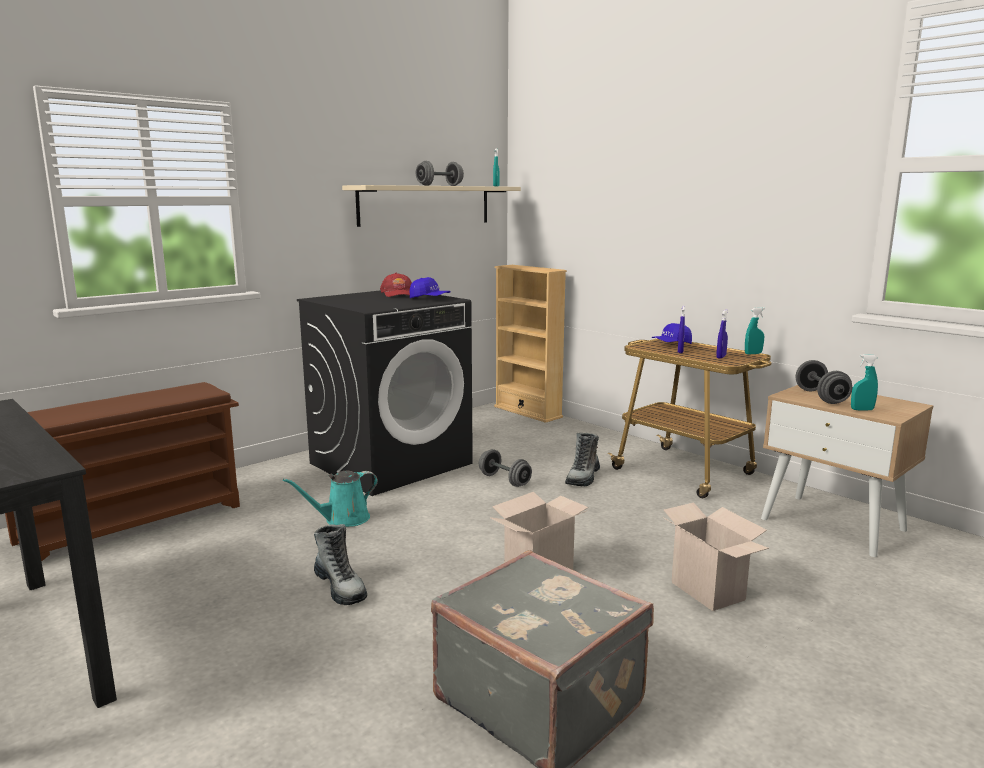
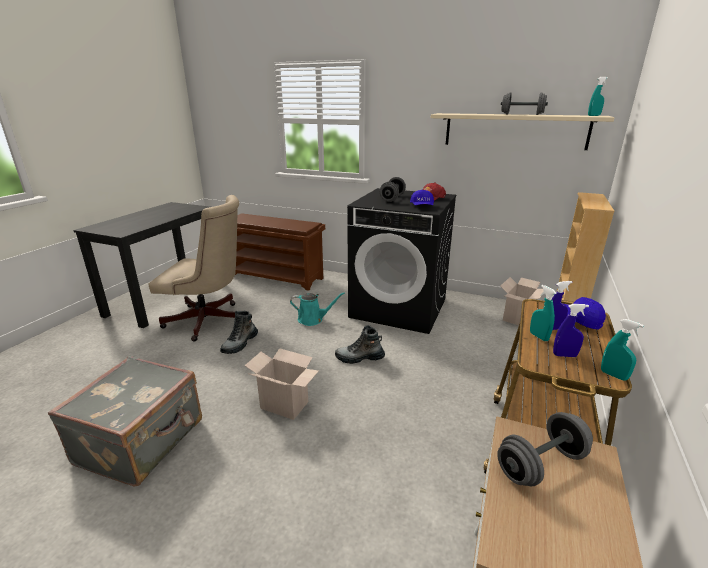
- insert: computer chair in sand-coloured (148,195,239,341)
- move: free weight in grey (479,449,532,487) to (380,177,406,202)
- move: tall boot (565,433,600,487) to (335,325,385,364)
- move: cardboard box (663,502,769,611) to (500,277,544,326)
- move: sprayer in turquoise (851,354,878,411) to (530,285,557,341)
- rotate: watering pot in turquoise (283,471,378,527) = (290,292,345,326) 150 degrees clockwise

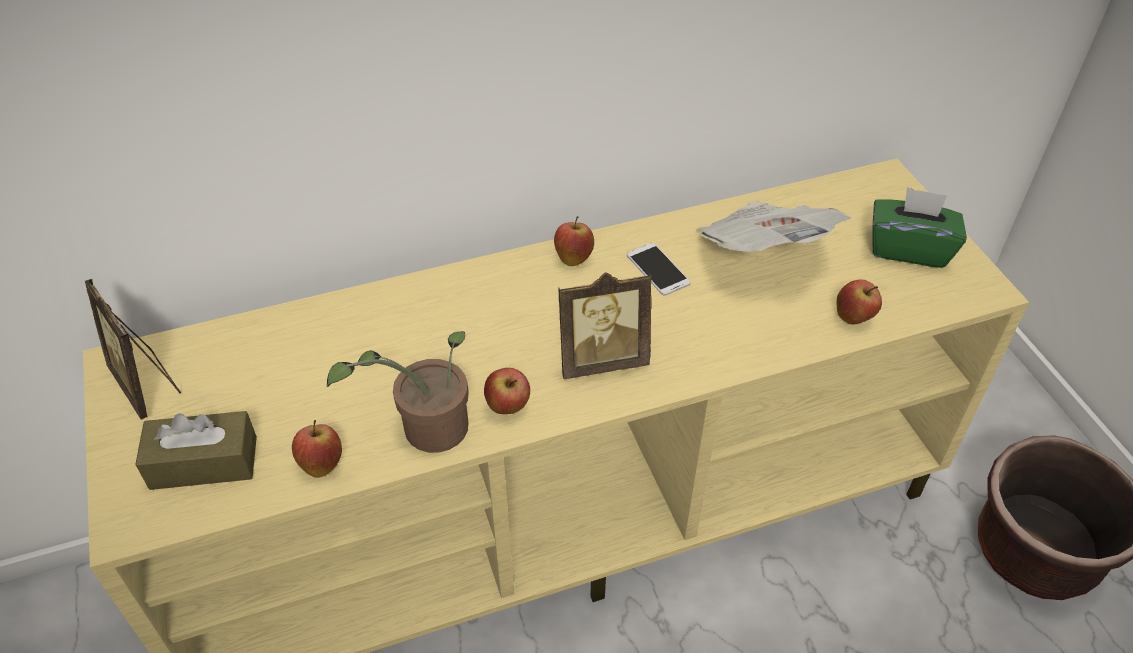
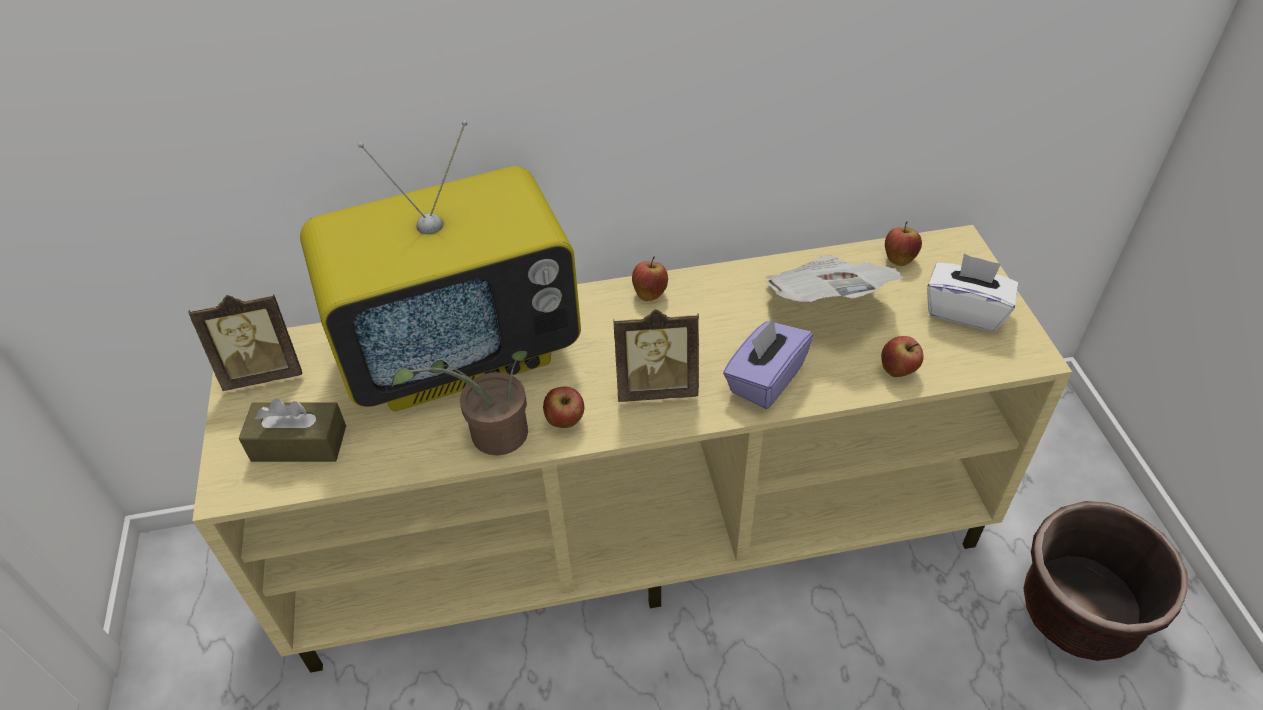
- delete: phone (627,243,690,296)
- insert: TV (300,120,581,411)
- insert: box of tissues in purple (723,318,813,409)
- move: whole apple (292,420,342,478) to (885,221,922,266)
- recolor: box of tissues in green-coloured (872,187,967,268) to box of tissues in white (927,253,1018,332)
- rotate: standing frame (85,279,181,420) = (188,294,302,391) 75 degrees counterclockwise

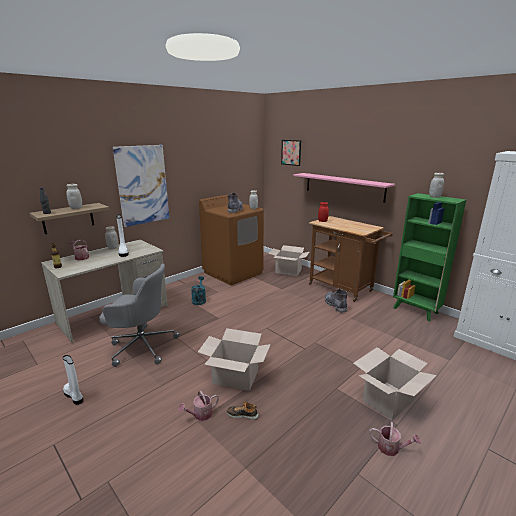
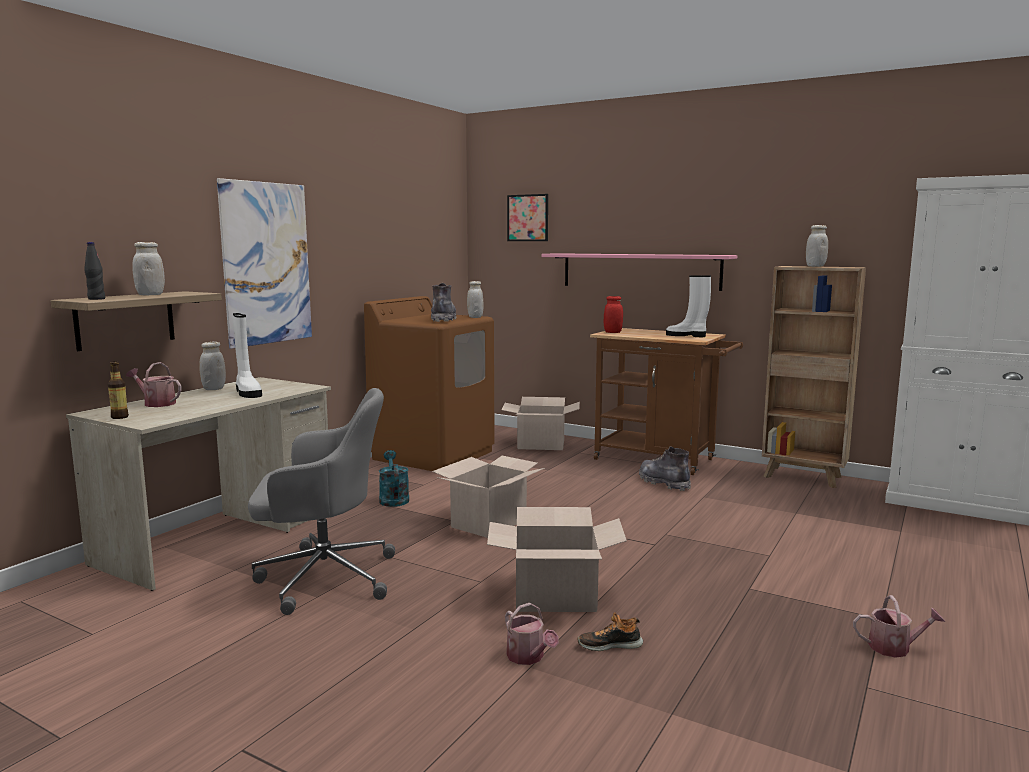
- move: tall boot in white (63,355,83,405) to (666,275,711,337)
- move: cardboard box (353,347,437,420) to (432,456,545,538)
- recolor: bookcase in green-coloured (393,193,466,321) to bookcase in brown (762,266,866,488)
- rotate: watering pot (178,391,219,421) = (505,603,559,665) 75 degrees counterclockwise

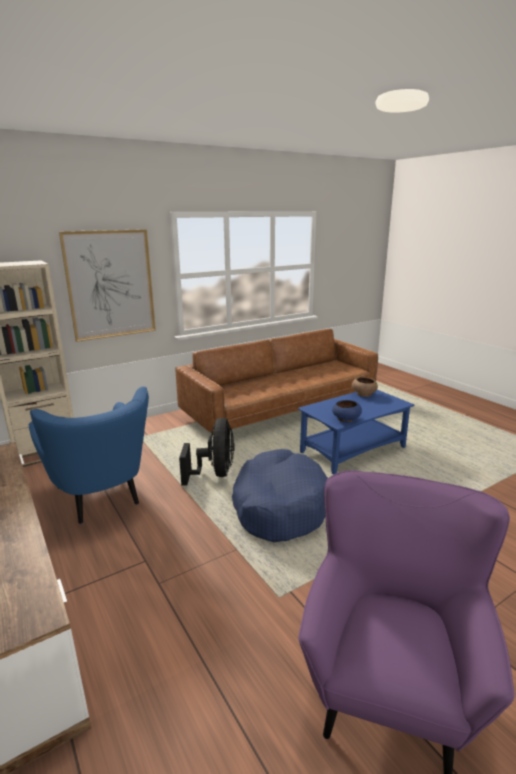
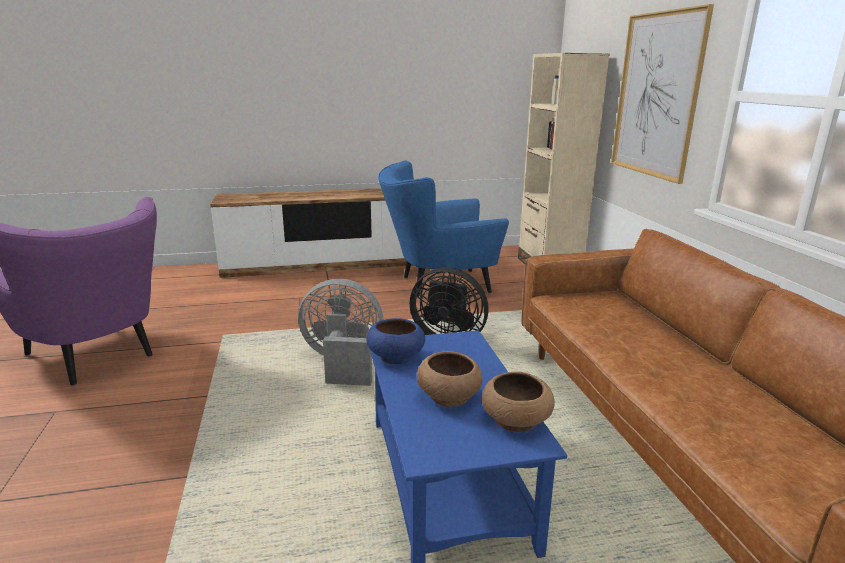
- insert: bowl in brown (417,351,483,407)
- replace: dog bed in blue (232,449,328,542) to cooling fan in grey (298,279,384,386)

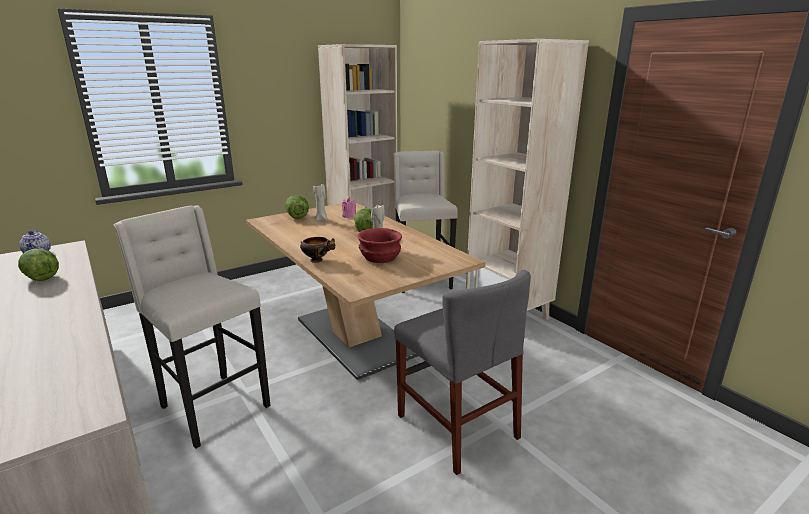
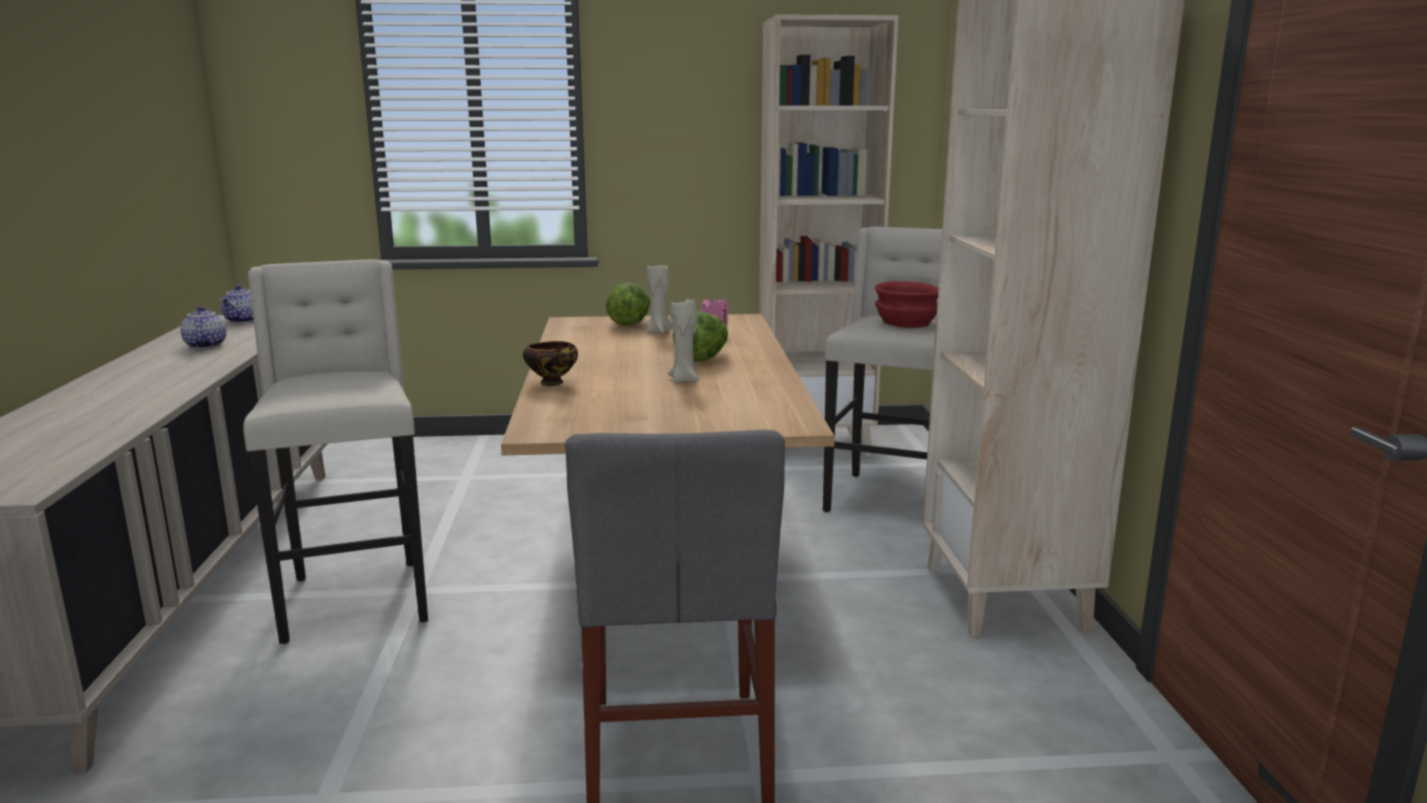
- move: bowl in red-coloured (357,228,402,263) to (875,281,938,328)
- replace: lettuce head (18,249,59,281) to teapot (180,306,226,349)

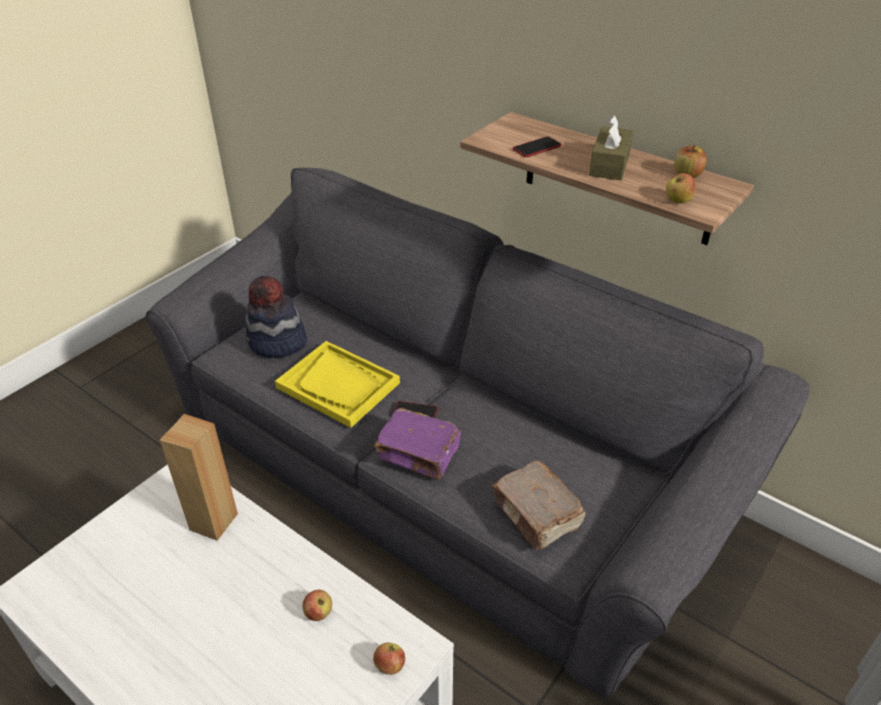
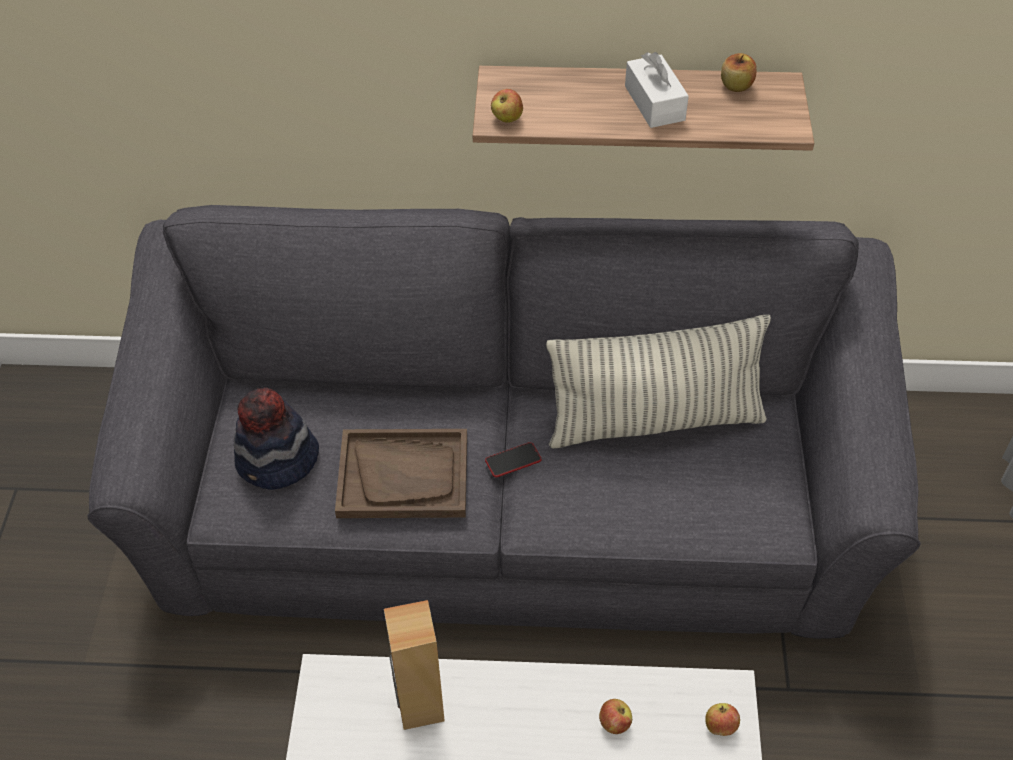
- delete: volume in purple (374,408,461,480)
- delete: volume in brown (492,461,585,550)
- delete: phone (513,136,562,157)
- insert: throw pillow (546,314,771,449)
- move: whole apple (666,173,696,203) to (491,89,523,123)
- recolor: serving tray in yellow-coloured (275,341,400,428) to serving tray in brown (335,429,467,518)
- recolor: box of tissues in brown (589,115,633,180) to box of tissues in white (625,52,689,128)

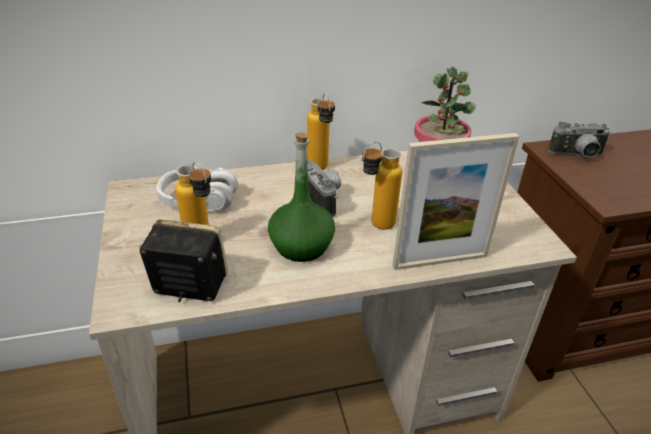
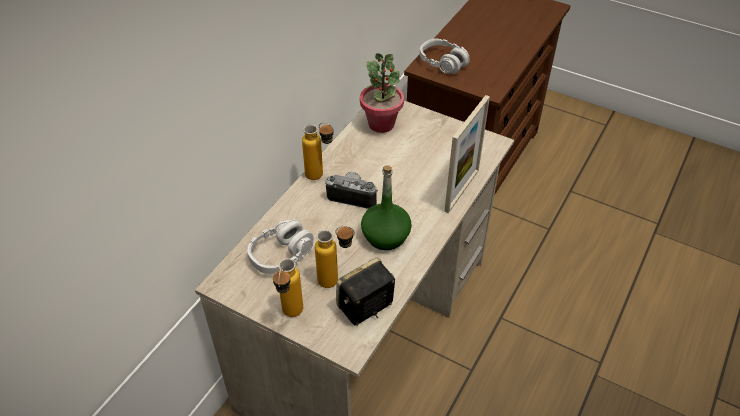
- move: drink bottle (362,142,402,230) to (273,258,303,317)
- replace: photo camera (548,122,610,157) to pair of headphones in grey (420,39,470,74)

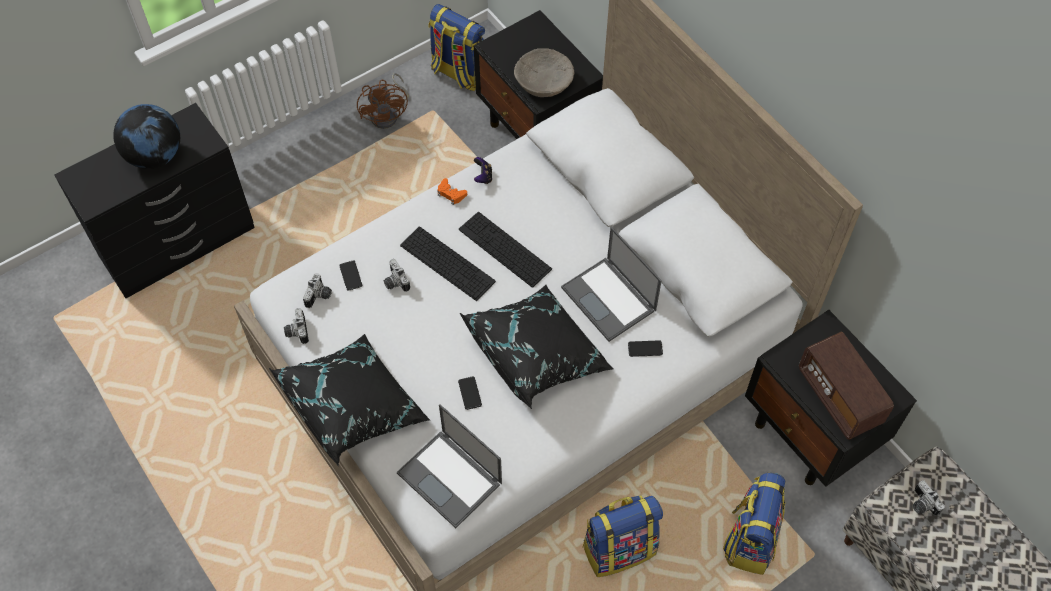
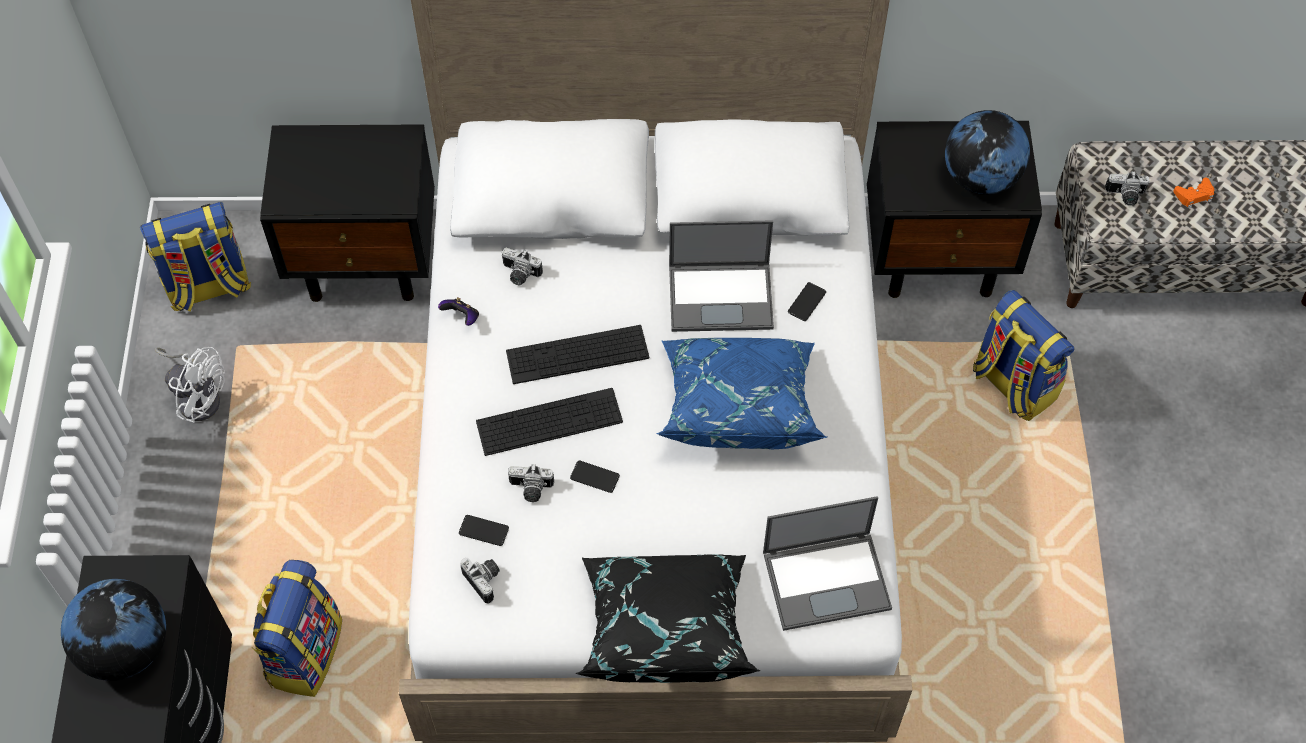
- delete: bowl in sand-coloured (514,48,574,97)
- move: photo camera (284,308,309,344) to (502,248,543,285)
- move: game controller in orange (438,178,467,205) to (1173,178,1214,208)
- move: phone (458,376,482,410) to (570,461,620,493)
- move: backpack (582,496,663,577) to (252,560,342,697)
- replace: radio receiver (799,332,894,440) to globe (945,110,1030,195)
- recolor: cooling fan in brown (357,73,409,129) to cooling fan in white (155,347,225,423)
- recolor: throw pillow in black (460,285,613,409) to throw pillow in blue (656,338,827,449)

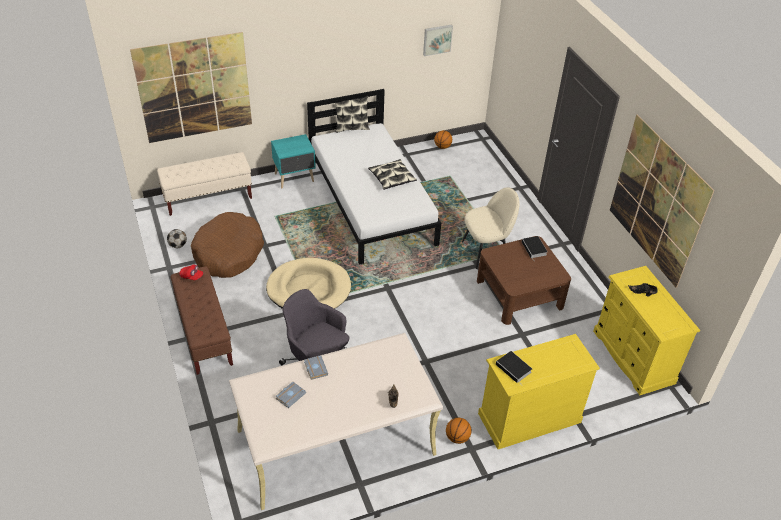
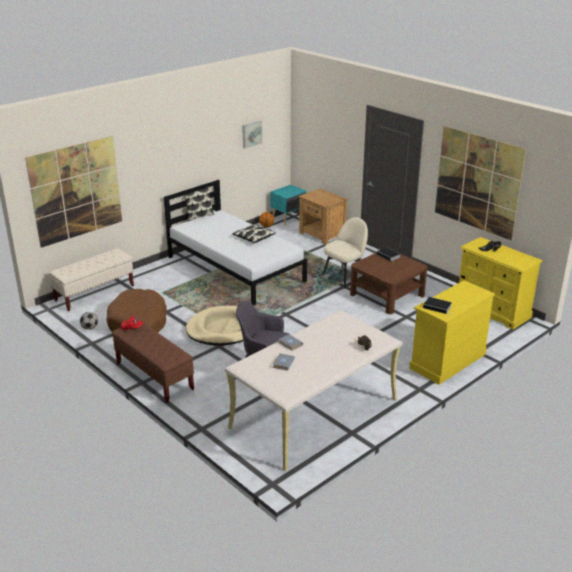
- delete: basketball ball (446,418,472,444)
- insert: night table in brown (298,189,348,245)
- move: night table in turquoise (271,134,316,188) to (270,185,306,226)

